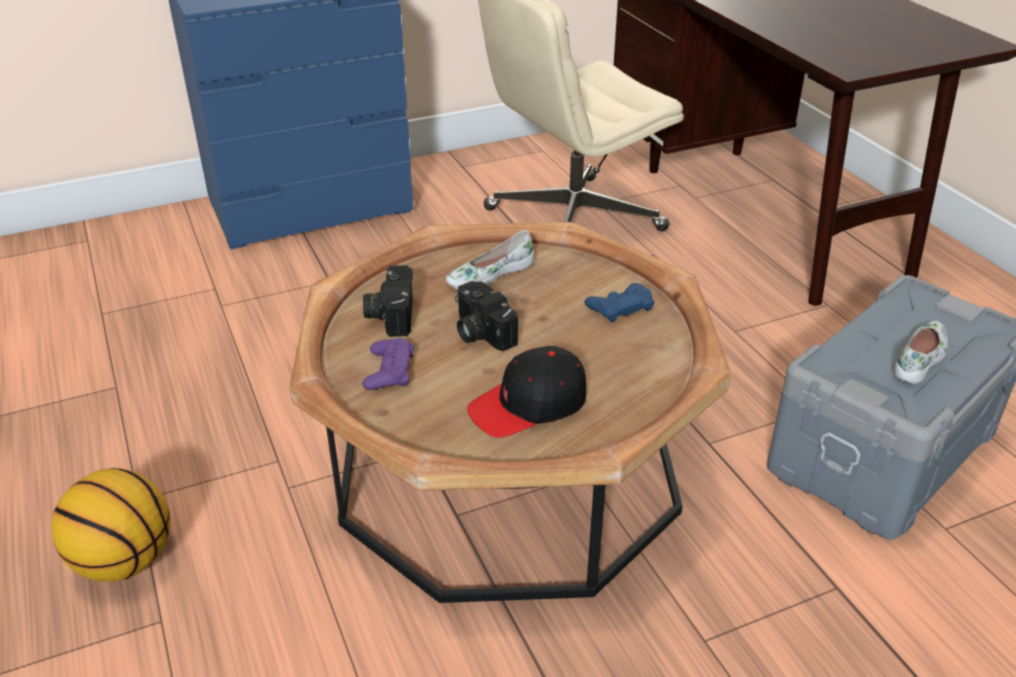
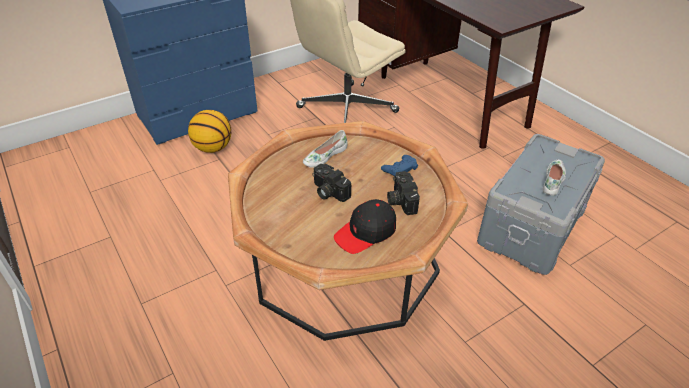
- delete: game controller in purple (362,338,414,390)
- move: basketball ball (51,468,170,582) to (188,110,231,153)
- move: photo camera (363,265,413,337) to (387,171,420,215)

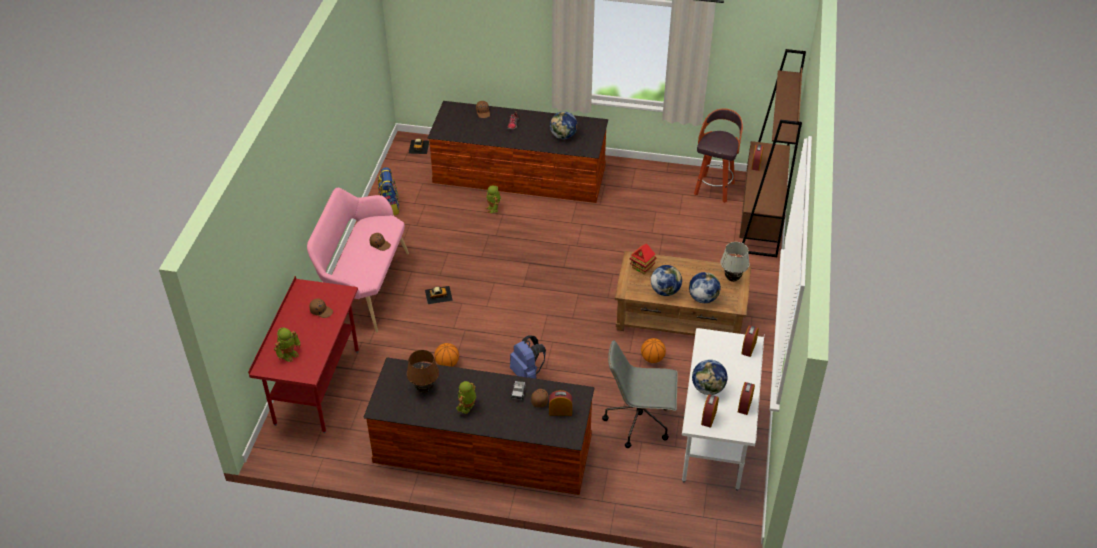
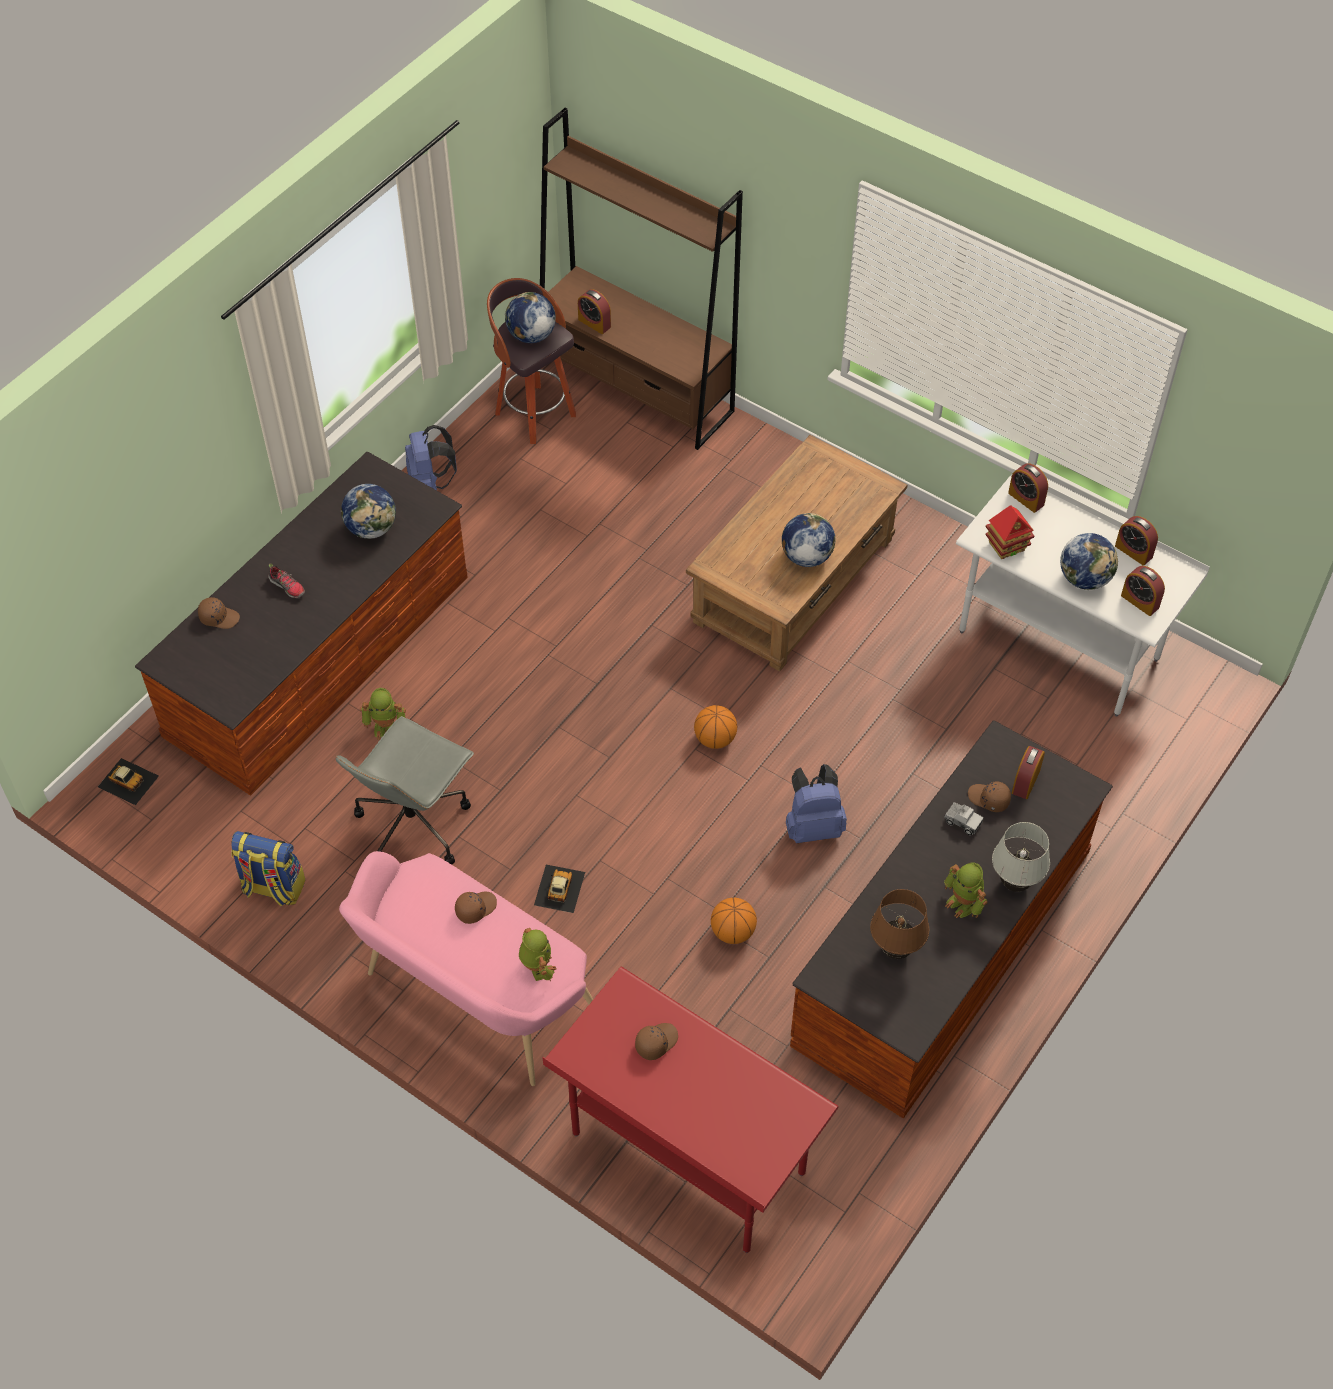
- insert: backpack in blue (405,425,457,490)
- move: robot figure (274,327,300,362) to (519,928,557,982)
- move: computer chair in grey (602,340,678,448) to (335,716,474,865)
- move: model house (630,243,657,274) to (986,505,1034,559)
- move: basketball ball (641,338,666,363) to (694,705,737,749)
- move: globe (689,272,721,303) to (505,292,556,343)
- move: tabletop lamp in white (720,242,750,282) to (992,822,1050,892)

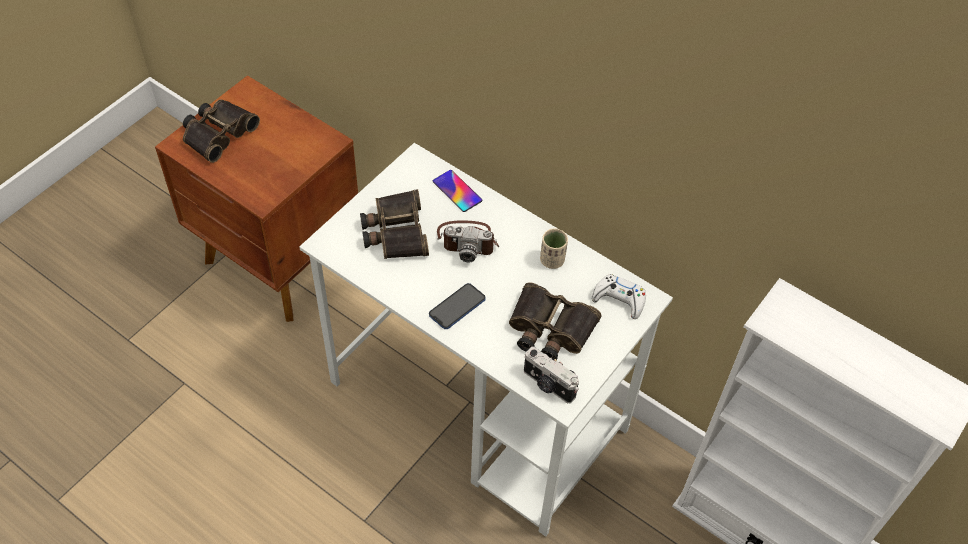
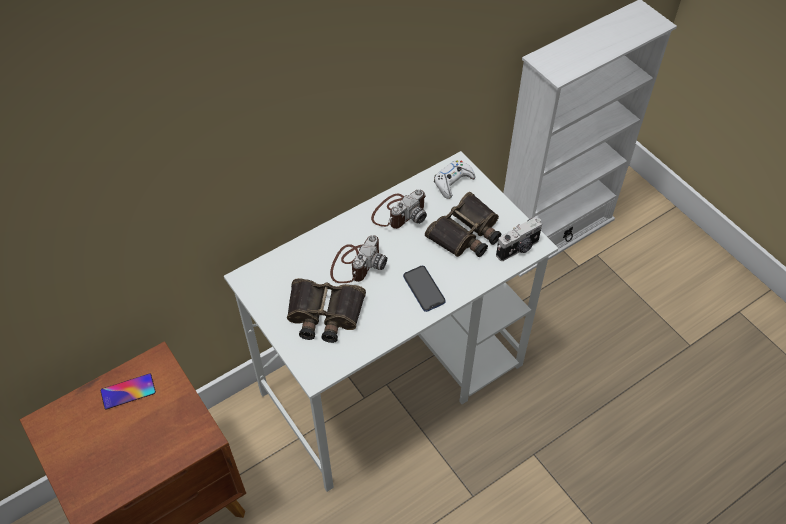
- delete: binoculars (183,99,260,163)
- move: phone (433,170,483,212) to (101,373,156,410)
- replace: small cup in sand-coloured (540,229,568,269) to photo camera (371,189,427,229)

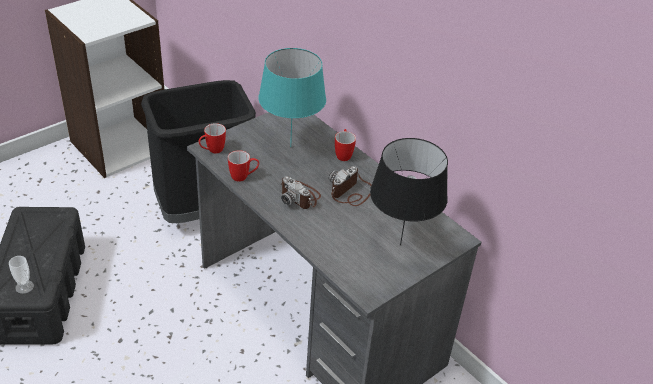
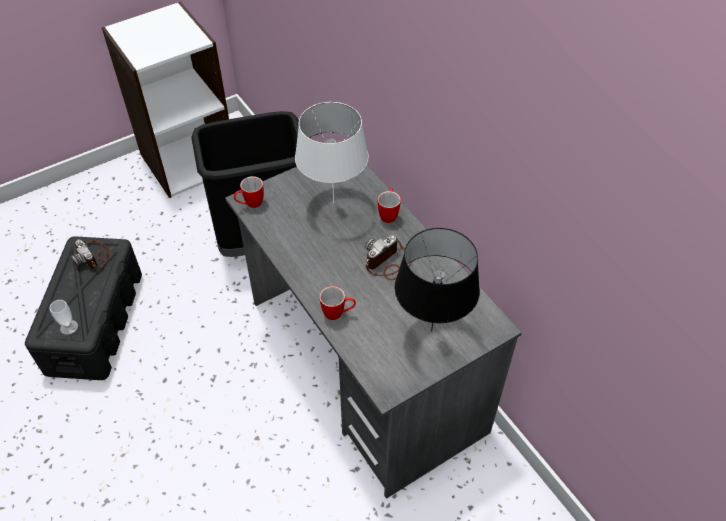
- move: mug (228,150,259,182) to (319,286,356,320)
- move: photo camera (280,176,321,209) to (71,239,112,269)
- recolor: tabletop lamp in turquoise (258,48,326,147) to tabletop lamp in white (295,102,369,203)

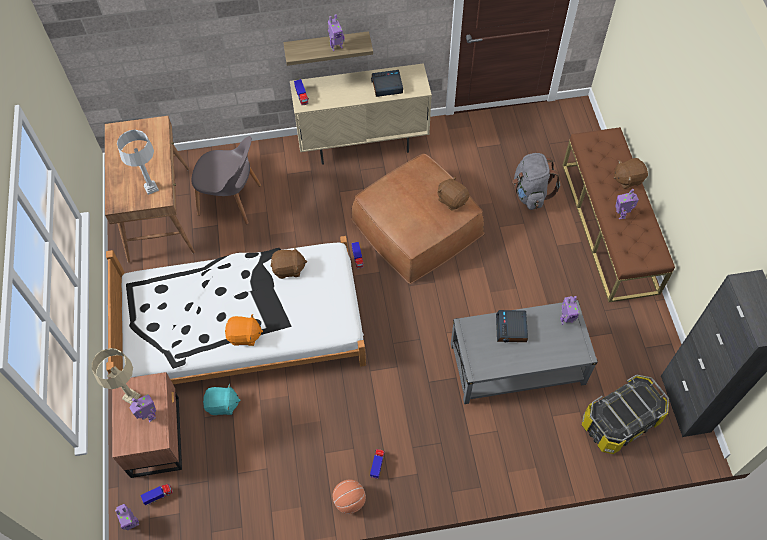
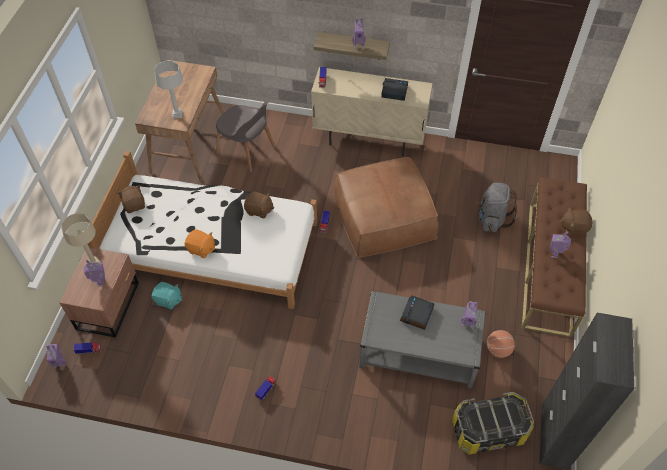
- move: basketball ball (333,480,366,514) to (487,330,515,358)
- move: plush toy in brown (437,176,470,211) to (117,185,145,213)

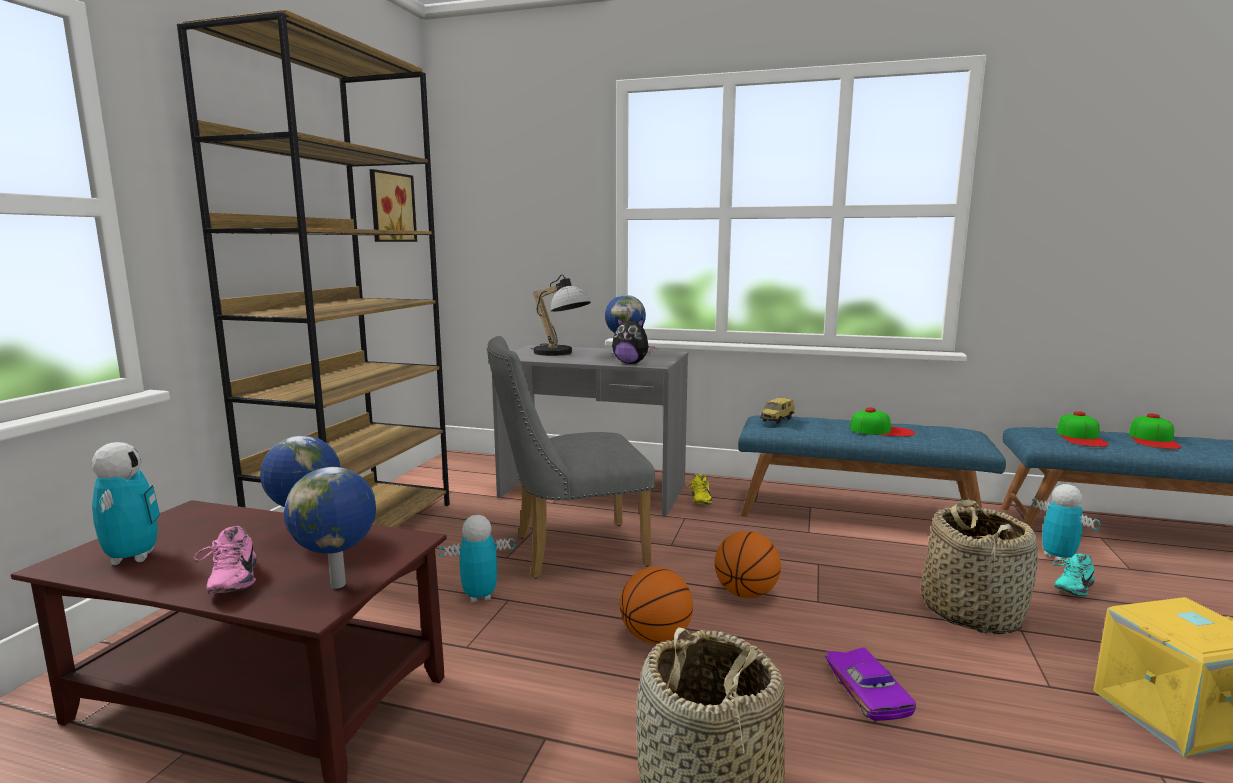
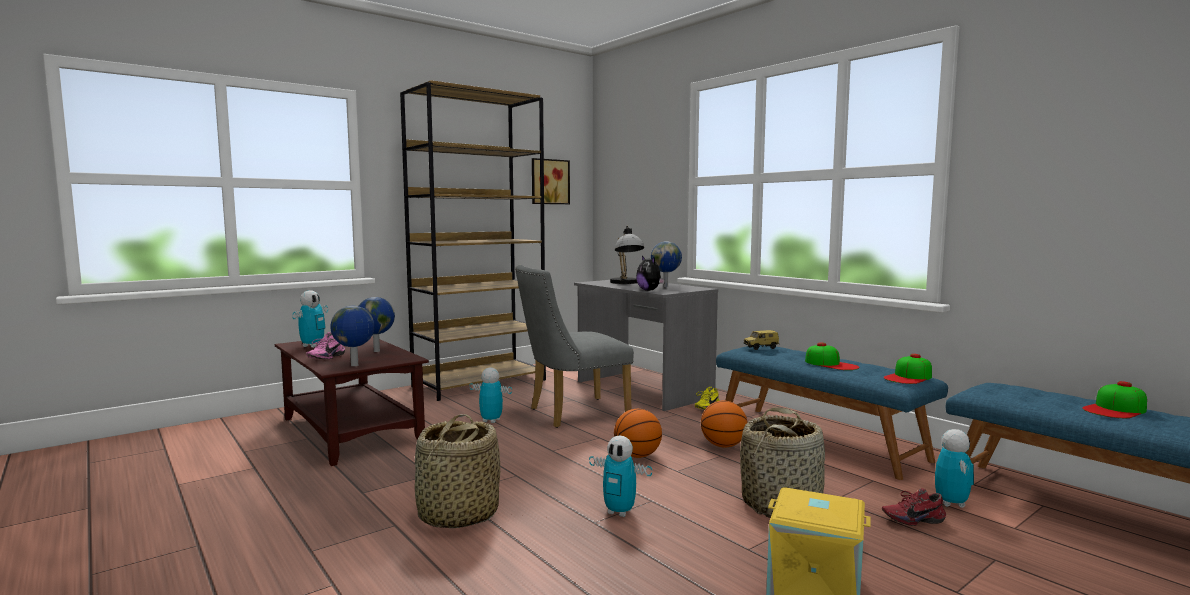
- move: basketball ball (620,567,693,644) to (701,401,748,448)
- move: cap (1057,411,1109,447) to (884,354,932,384)
- replace: miniature car in purple (825,647,916,721) to robot figure (589,436,652,517)
- recolor: item of footwear in turquoise (1053,554,1095,596) to item of footwear in red-coloured (882,488,946,526)
- rotate: plain chair in grey (487,336,655,579) = (515,265,634,428) 45 degrees counterclockwise

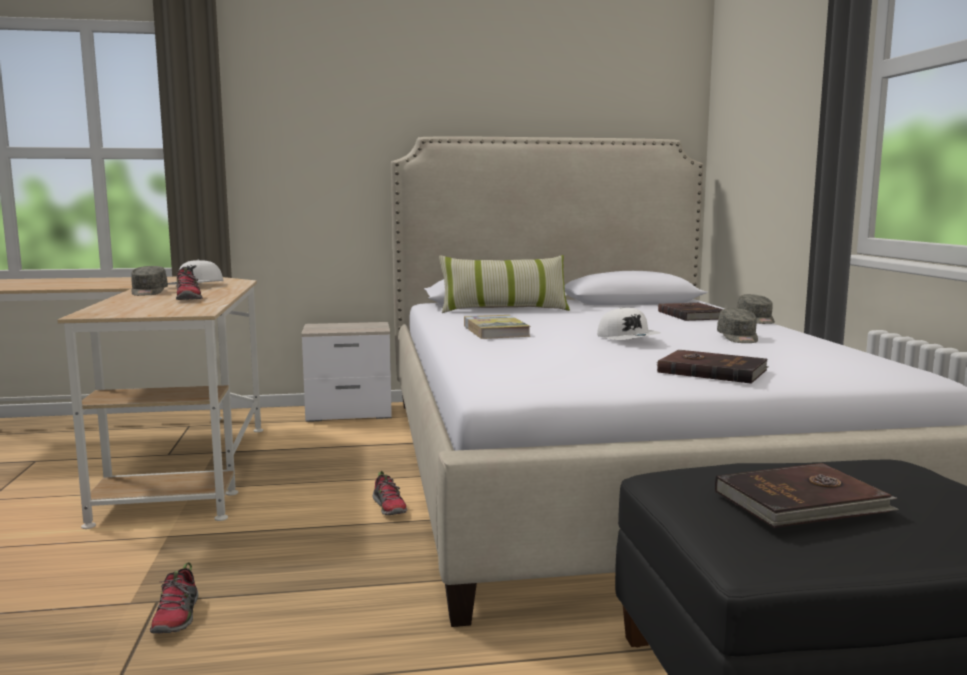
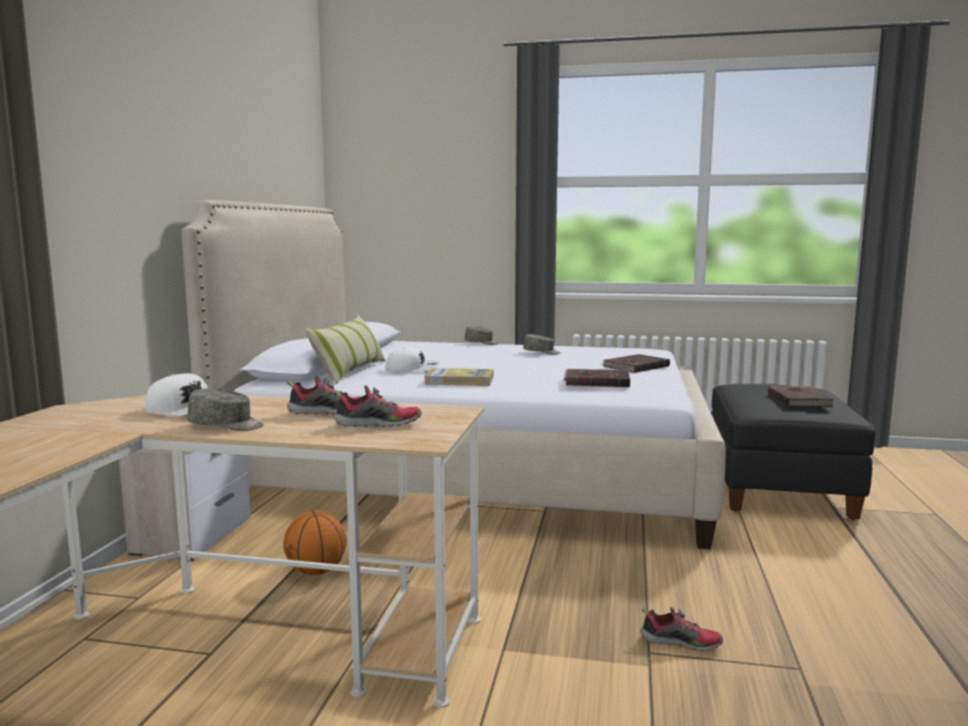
- insert: basketball ball (283,510,347,575)
- move: item of footwear (373,471,407,515) to (334,386,422,427)
- move: cap in white (597,307,660,340) to (385,347,440,373)
- move: volume in brown (658,303,723,321) to (563,369,630,387)

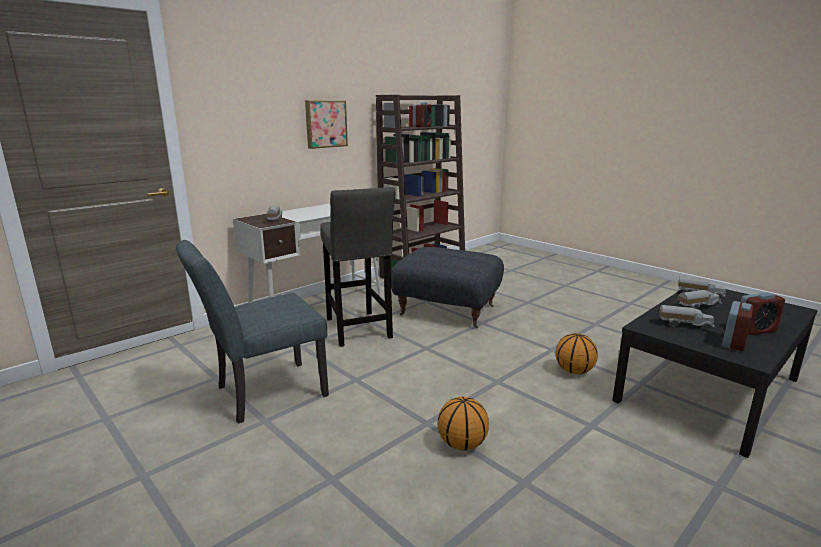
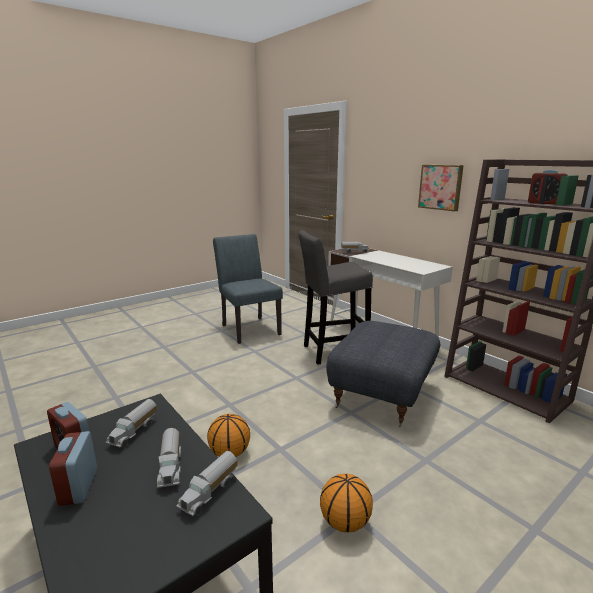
- move: basketball ball (437,397,489,451) to (320,474,373,533)

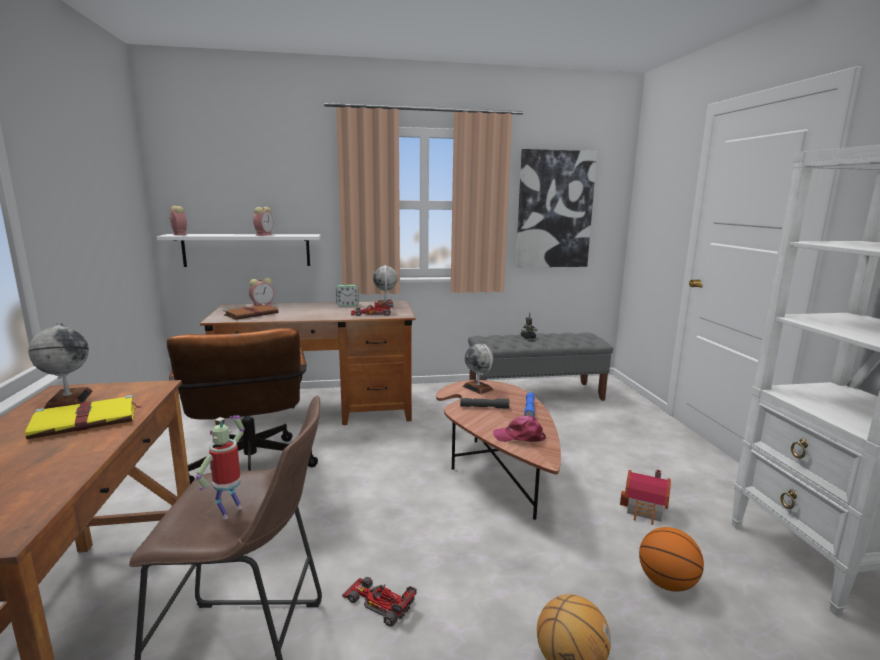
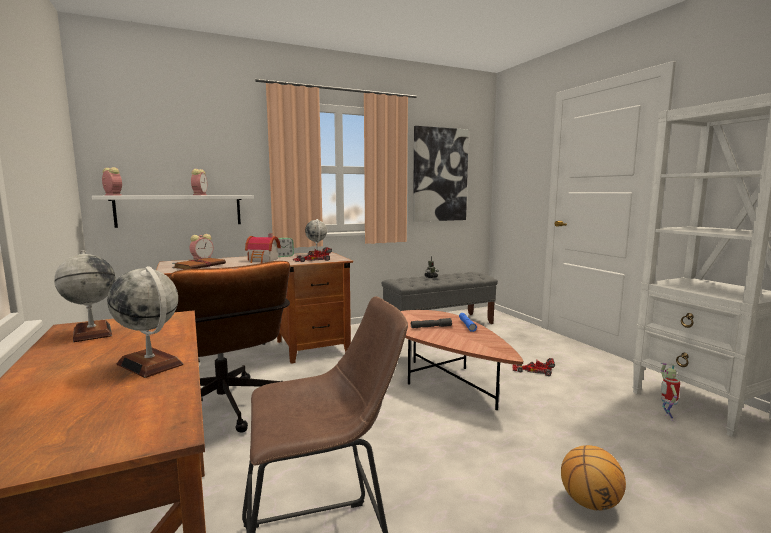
- delete: volume in yellow-coloured (25,395,142,439)
- delete: cap in pinkish (493,416,546,442)
- delete: basketball ball (639,527,704,592)
- move: robot figure (196,415,245,520) to (660,363,680,421)
- move: miniature car (342,577,416,627) to (512,358,555,376)
- move: globe (463,344,493,394) to (107,266,184,378)
- move: model house (620,469,671,525) to (245,234,281,263)

